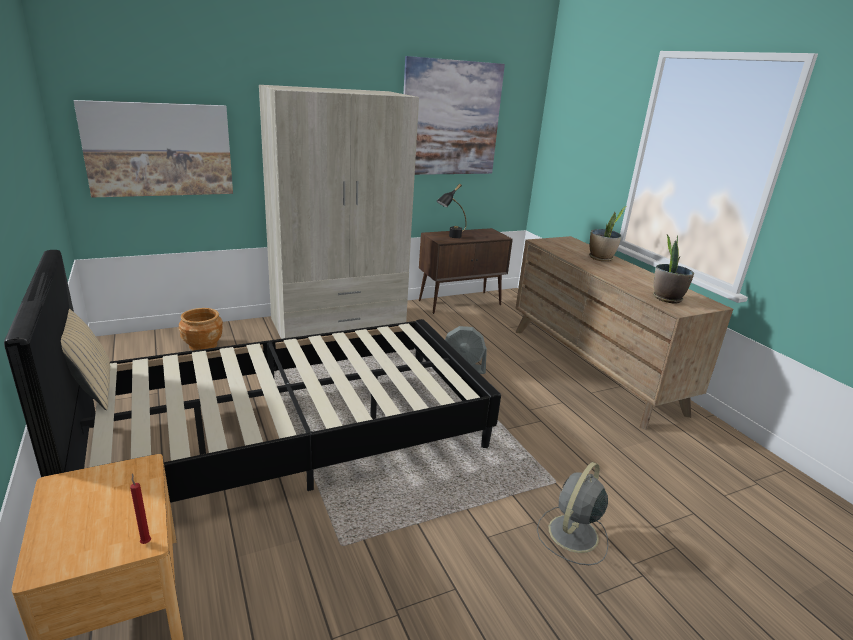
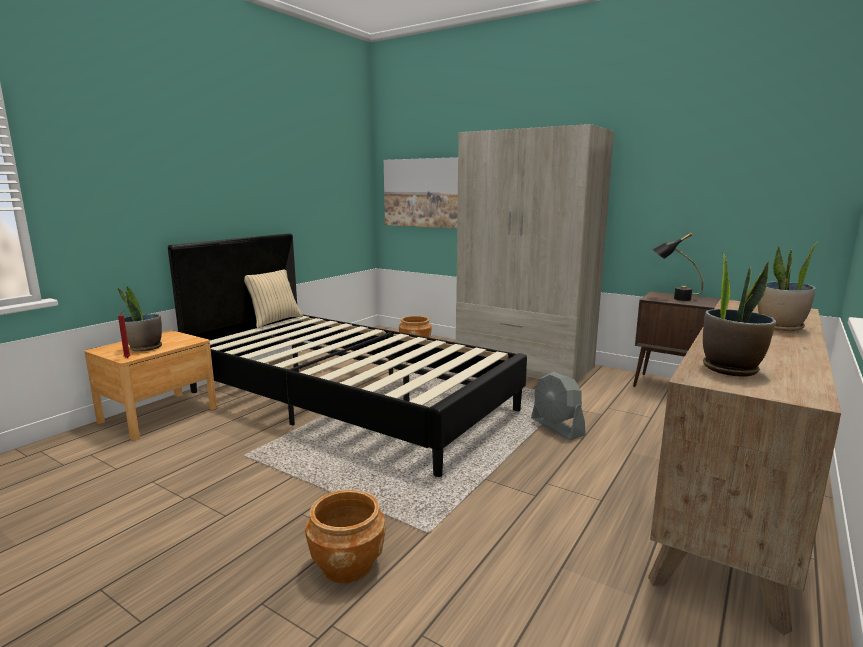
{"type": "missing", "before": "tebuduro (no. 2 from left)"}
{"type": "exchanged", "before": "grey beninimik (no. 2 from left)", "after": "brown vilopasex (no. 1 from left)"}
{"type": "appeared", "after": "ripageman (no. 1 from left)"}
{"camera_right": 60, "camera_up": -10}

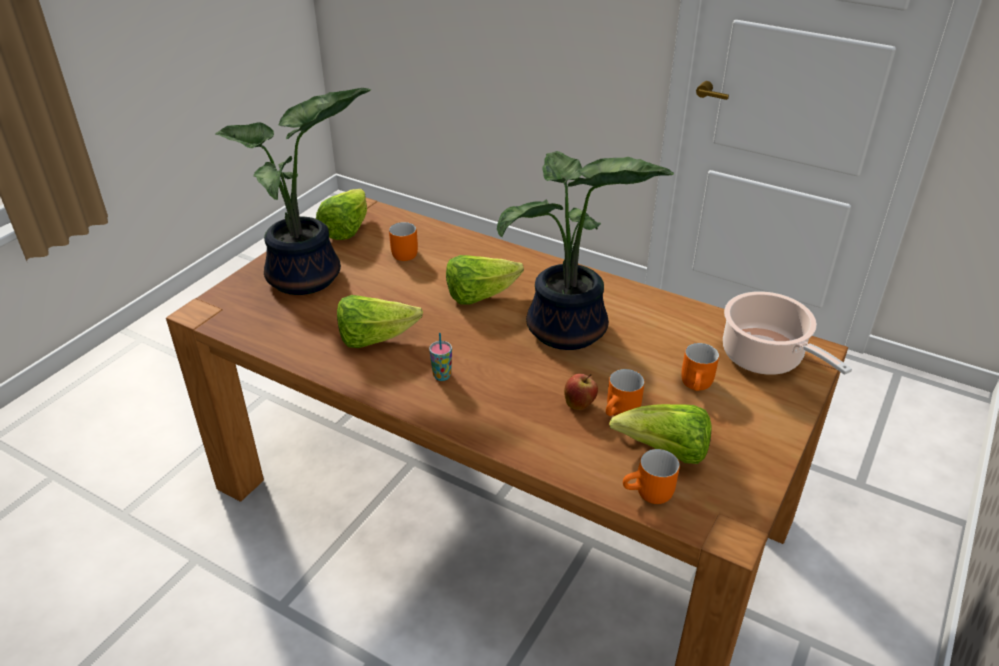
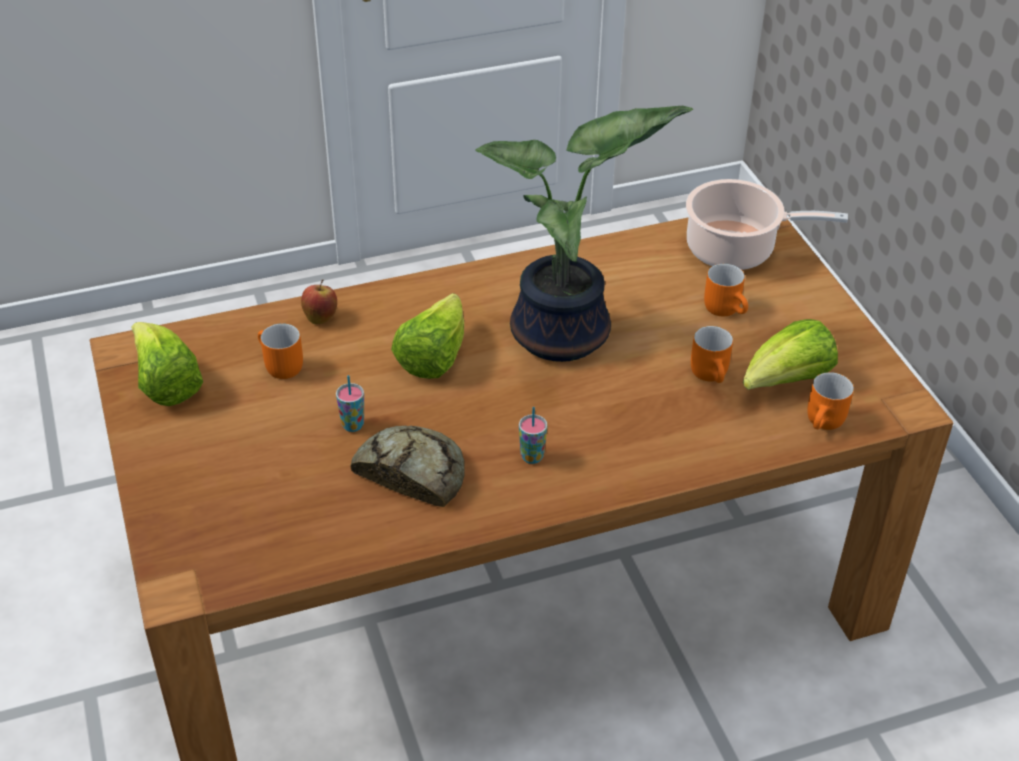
{"type": "missing", "before": "ripageman (no. 1 from left)"}
{"type": "exchanged", "before": "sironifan (no. 2 from left)", "after": "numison"}
{"type": "relocated", "before": "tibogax"}
{"type": "appeared", "after": "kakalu (no. 1 from left)"}
{"camera_right": -50, "camera_up": 5}

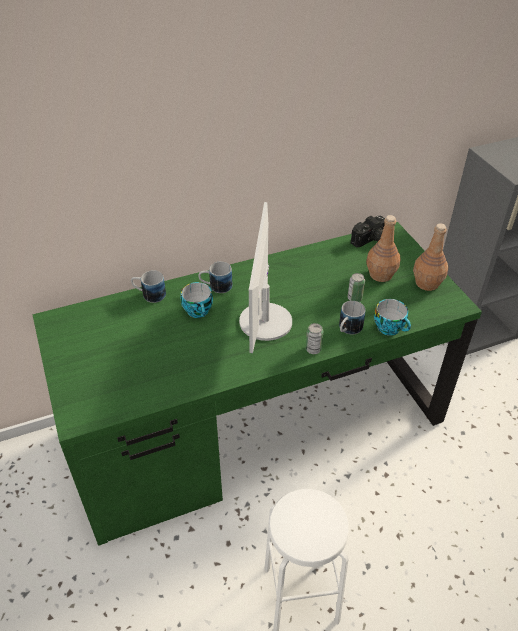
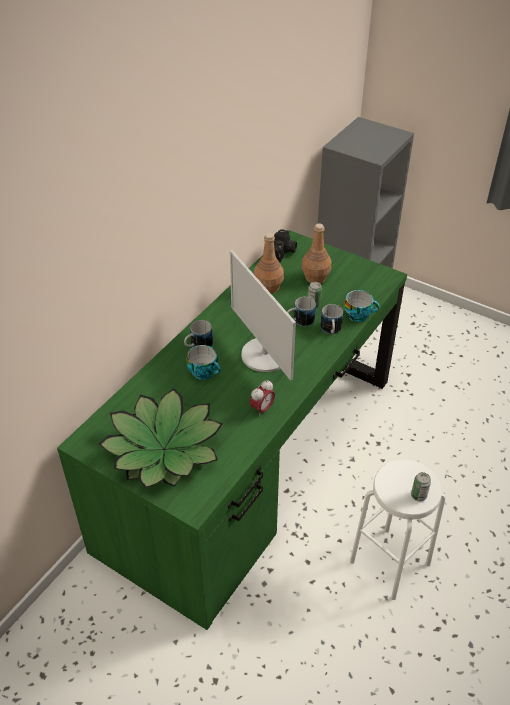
{"type": "relocated", "before": "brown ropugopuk (no. 2 from left in the first image)", "after": "brown ropugopuk (no. 1 from left)"}
{"type": "relocated", "before": "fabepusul (no. 1 from left in the first image)", "after": "fabepusul (no. 2 from left)"}
{"type": "relocated", "before": "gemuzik (no. 1 from left in the first image)", "after": "gemuzik (no. 2 from left)"}
{"type": "appeared", "after": "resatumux"}
{"type": "appeared", "after": "ripageman"}
{"camera_right": -35, "camera_up": 0}

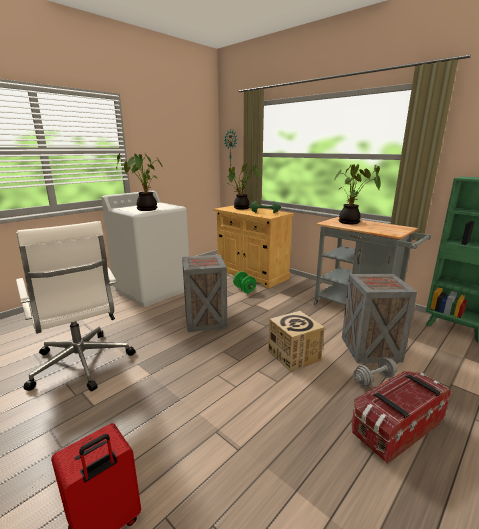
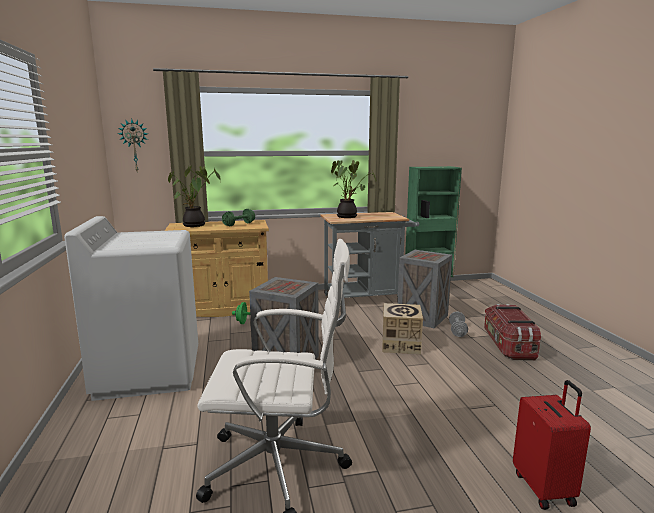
{"type": "missing", "before": "ripageman (no. 1 from left)"}
{"camera_right": -55, "camera_up": -5}

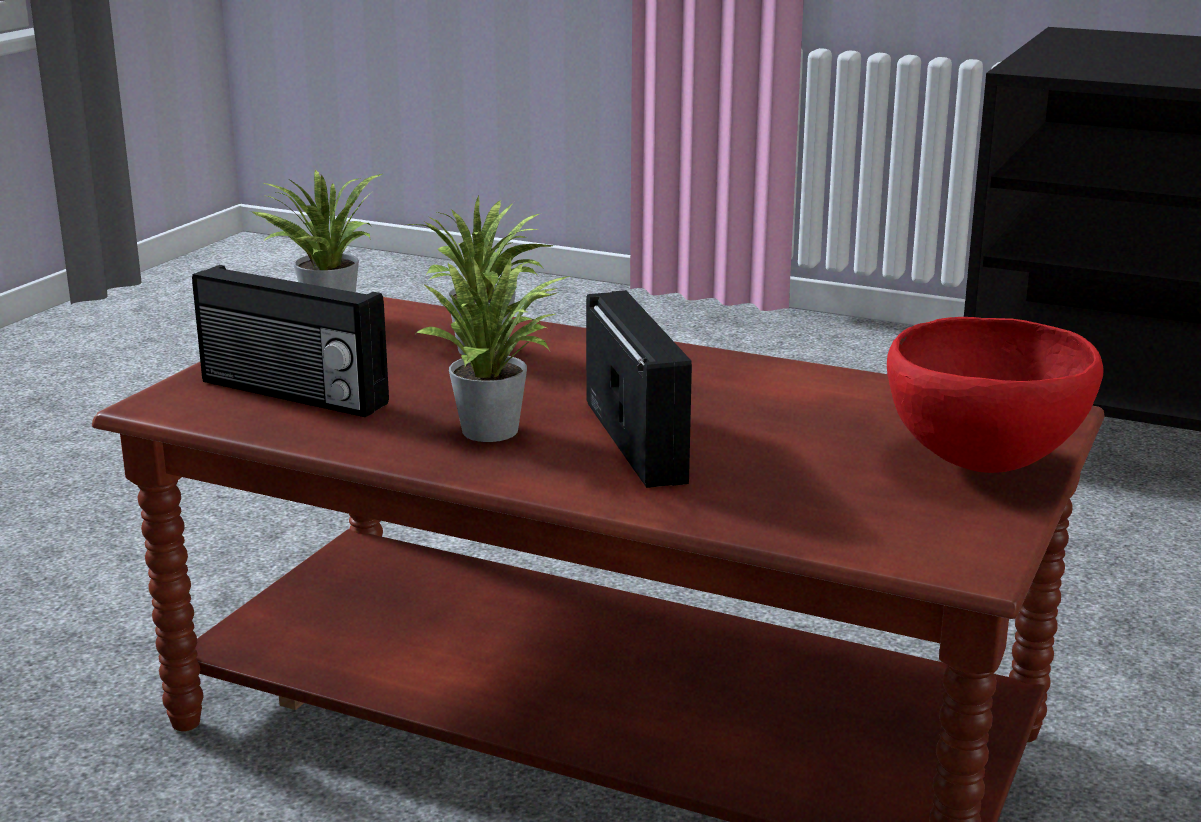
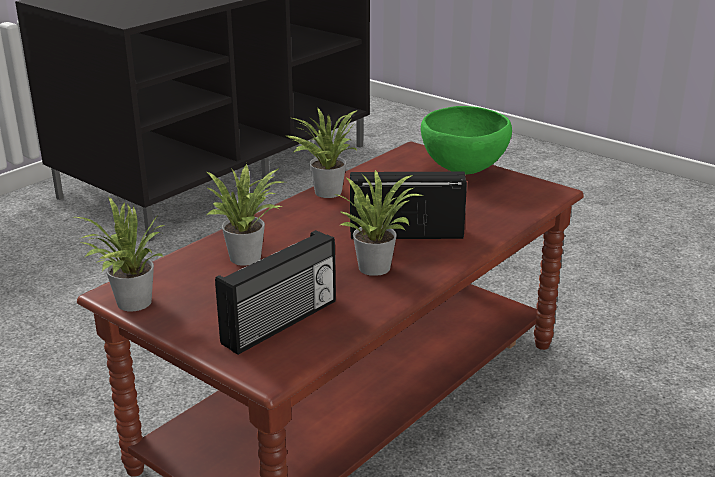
{"type": "colour", "before": "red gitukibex", "after": "green gitukibex"}
{"type": "appeared", "after": "ripageman (no. 3 from left)"}
{"camera_right": -75, "camera_up": 5}

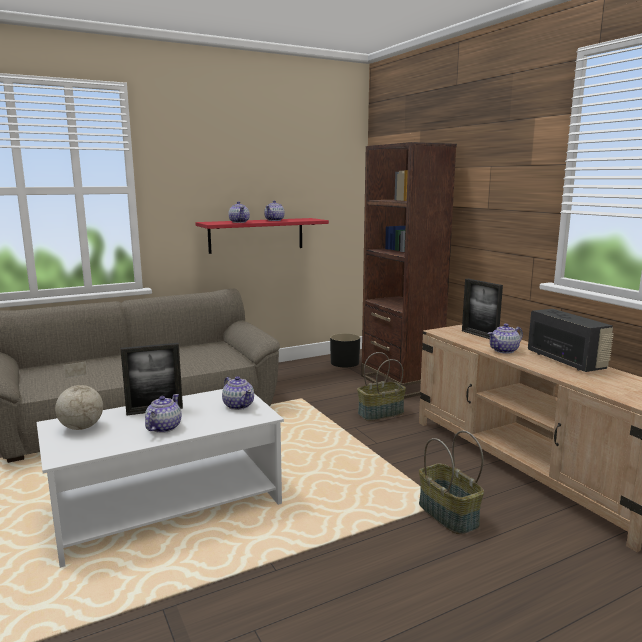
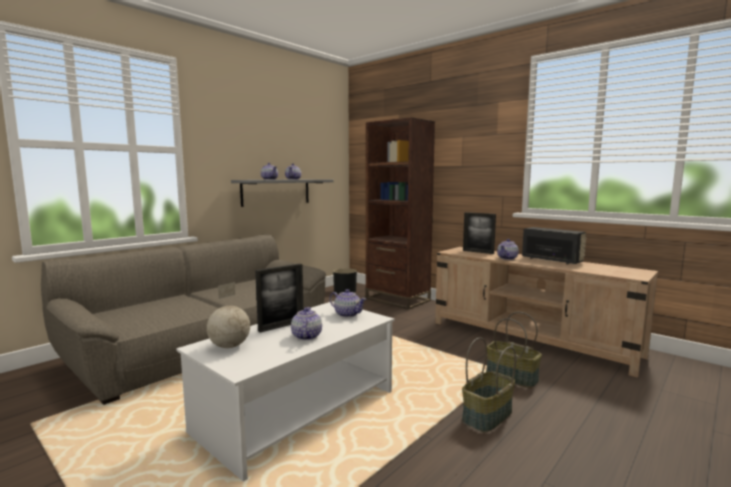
{"type": "colour", "before": "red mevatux", "after": "grey mevatux"}
{"type": "relocated", "before": "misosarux (no. 1 from left)"}
{"camera_right": -20, "camera_up": -5}

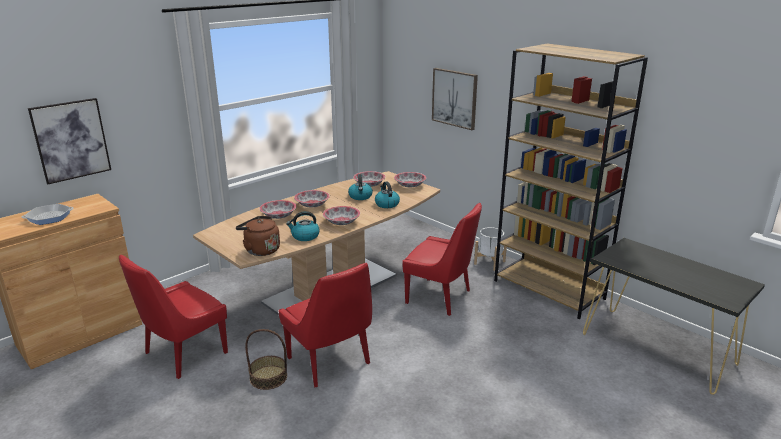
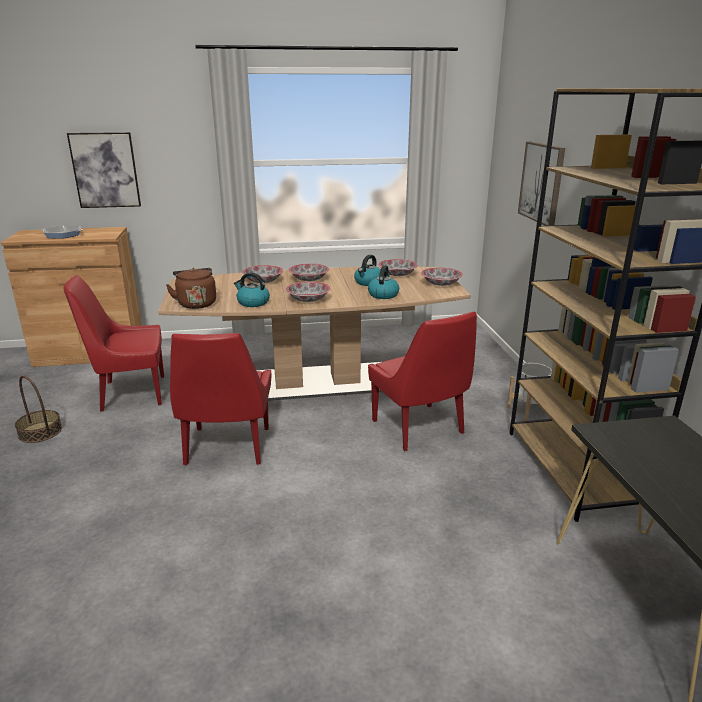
{"type": "relocated", "before": "misosarux"}
{"camera_right": 35, "camera_up": 0}

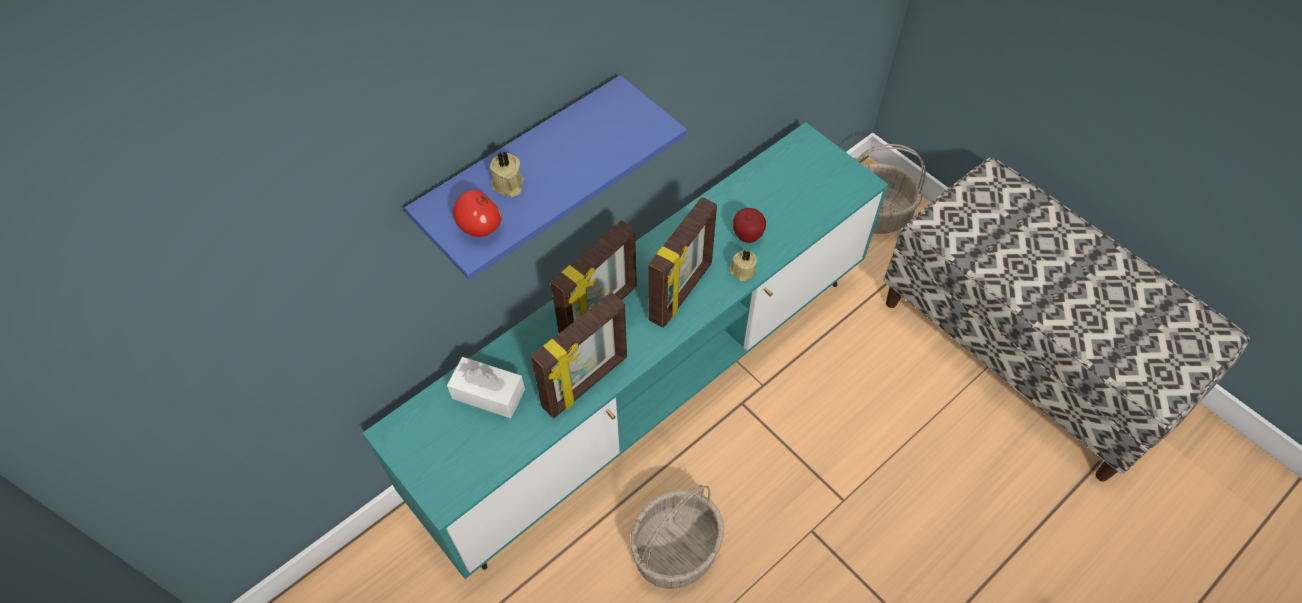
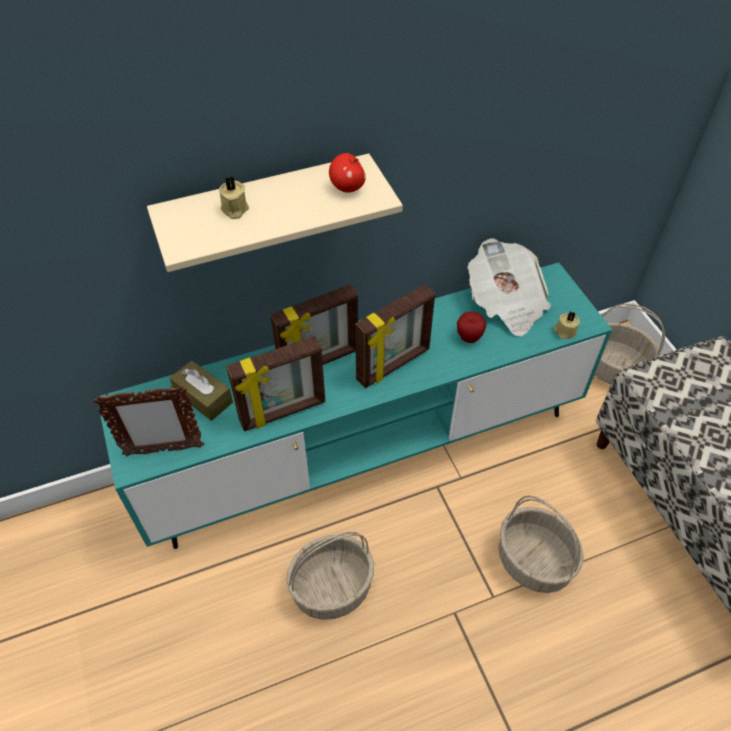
{"type": "colour", "before": "blue mevatux", "after": "beige mevatux"}
{"type": "relocated", "before": "tibogax (no. 1 from left)"}
{"type": "relocated", "before": "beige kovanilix (no. 2 from left)"}
{"type": "colour", "before": "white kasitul", "after": "brown kasitul"}
{"type": "appeared", "after": "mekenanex"}
{"type": "appeared", "after": "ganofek (no. 1 from left)"}
{"type": "appeared", "after": "misosarux (no. 2 from left)"}
{"camera_right": 20, "camera_up": -5}

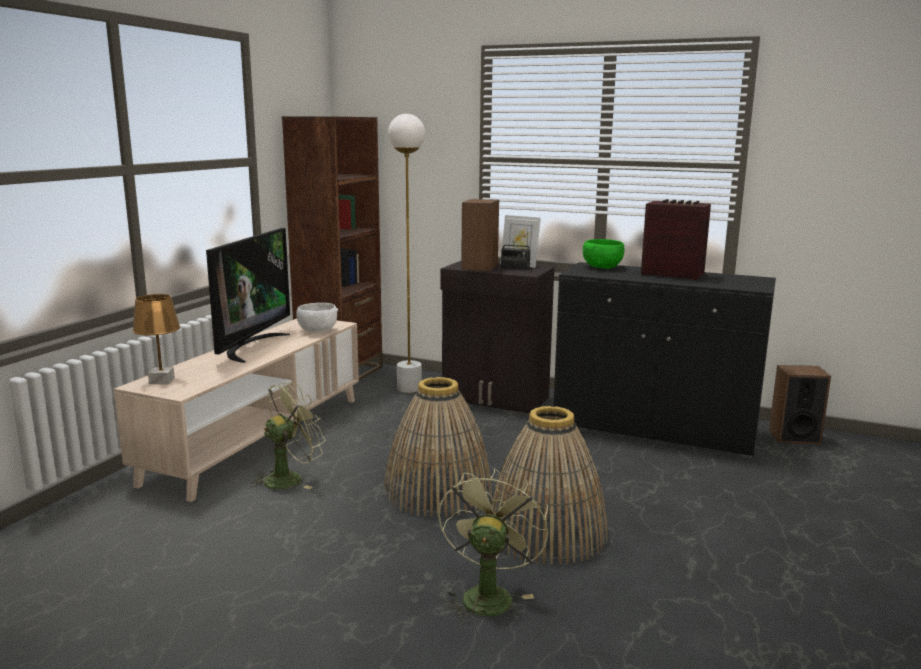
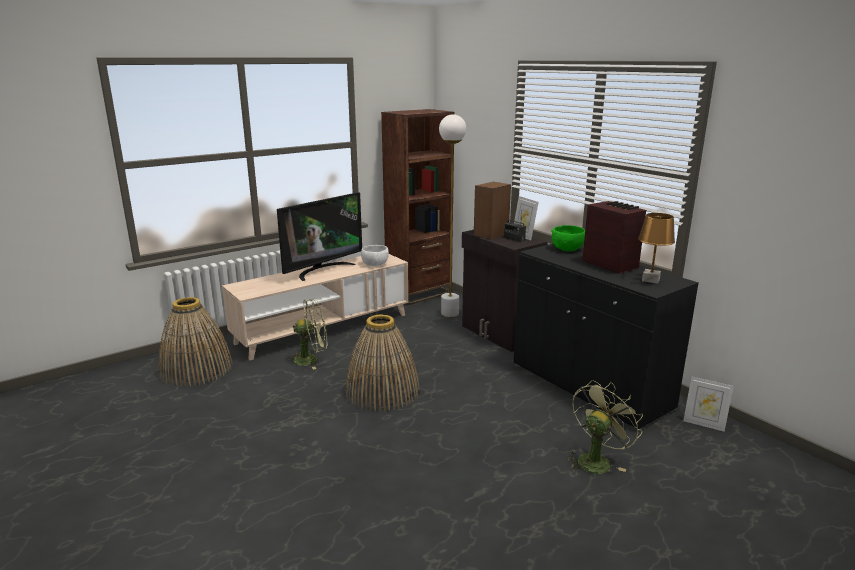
{"type": "relocated", "before": "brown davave"}
{"type": "exchanged", "before": "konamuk (no. 2 from left)", "after": "ganofek (no. 2 from left)"}
{"type": "relocated", "before": "misosarux (no. 2 from left in the first image)", "after": "misosarux (no. 1 from left)"}
{"type": "relocated", "before": "green beninimik (no. 2 from left)"}
{"camera_right": 30, "camera_up": 5}

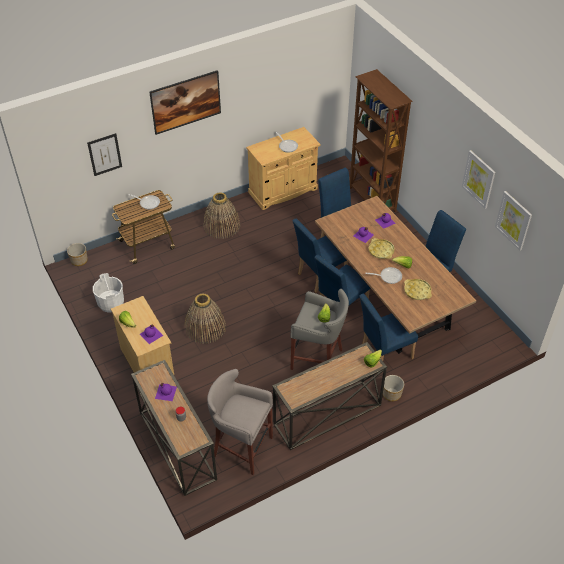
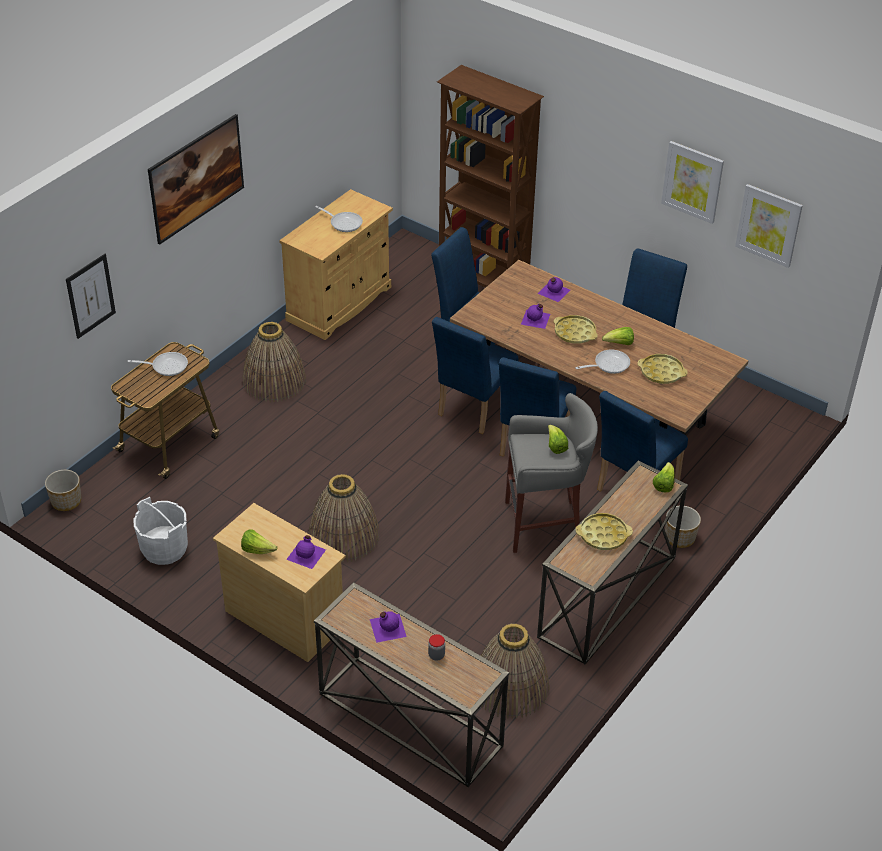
{"type": "exchanged", "before": "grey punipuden (no. 1 from left)", "after": "misosarux (no. 3 from left)"}
{"type": "appeared", "after": "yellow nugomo (no. 2 from left)"}
{"camera_right": -25, "camera_up": -5}

